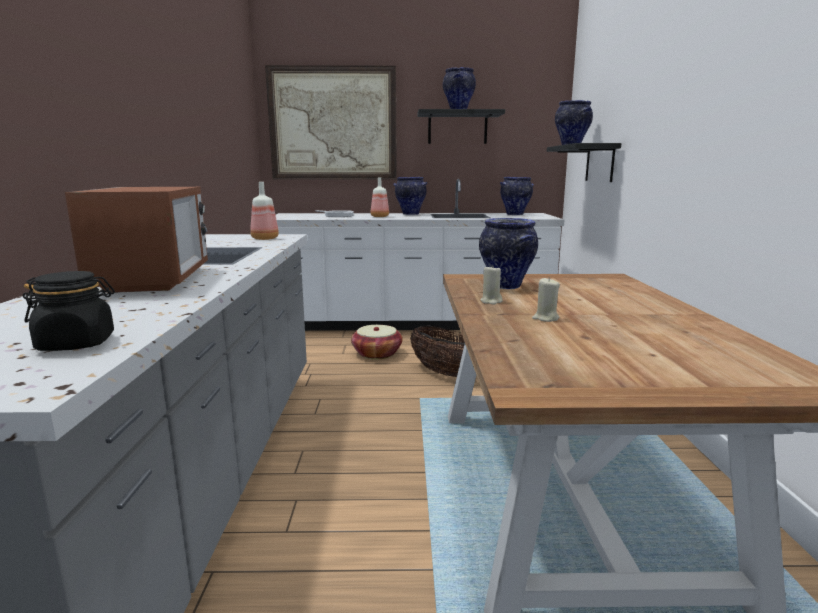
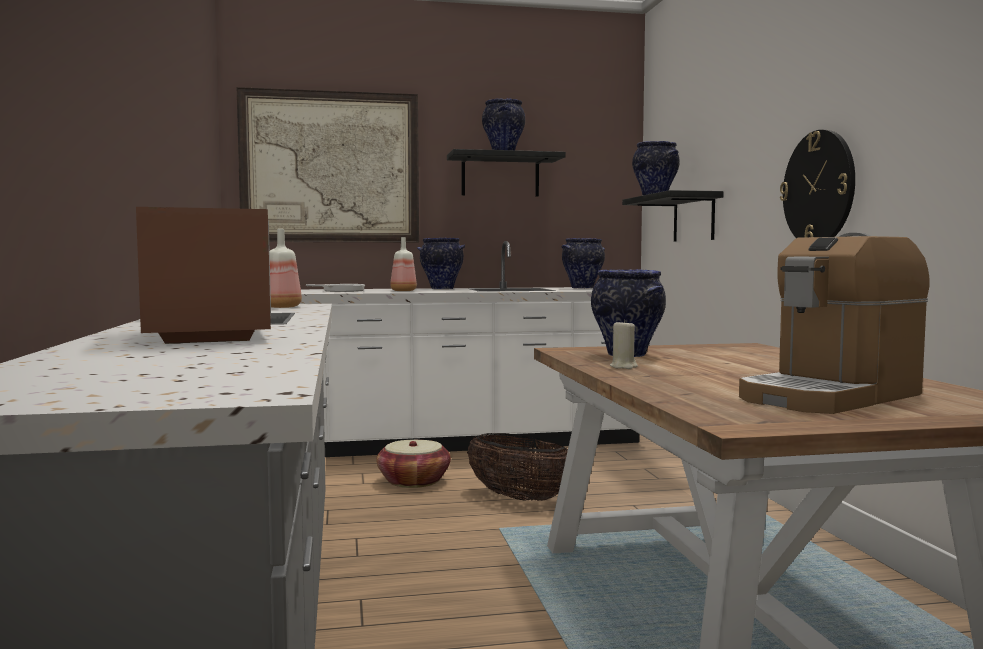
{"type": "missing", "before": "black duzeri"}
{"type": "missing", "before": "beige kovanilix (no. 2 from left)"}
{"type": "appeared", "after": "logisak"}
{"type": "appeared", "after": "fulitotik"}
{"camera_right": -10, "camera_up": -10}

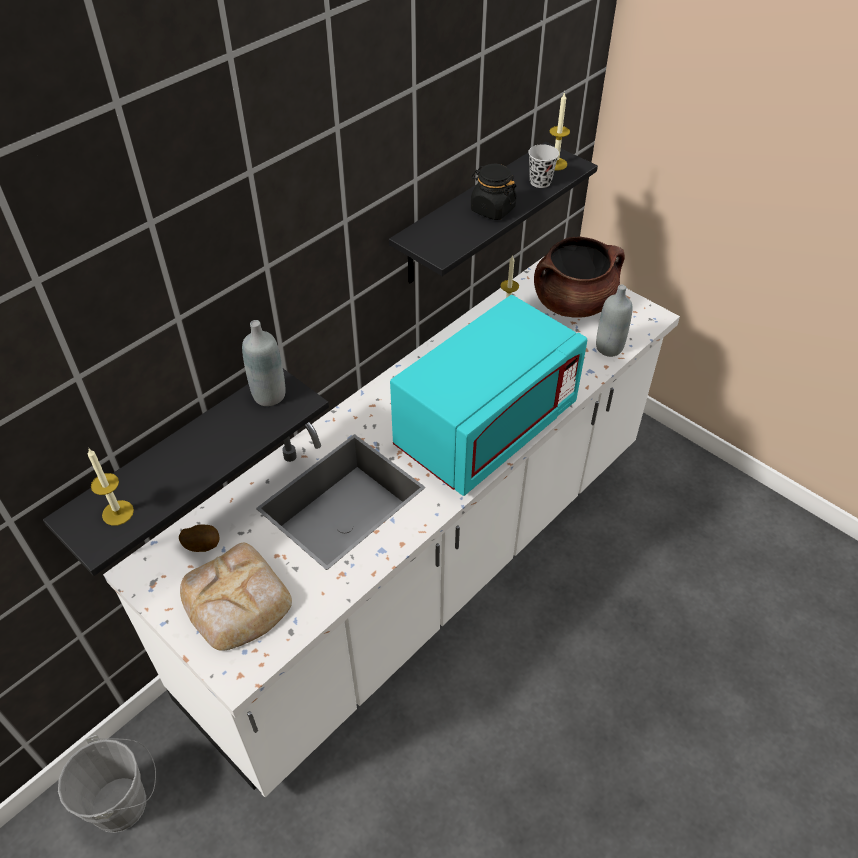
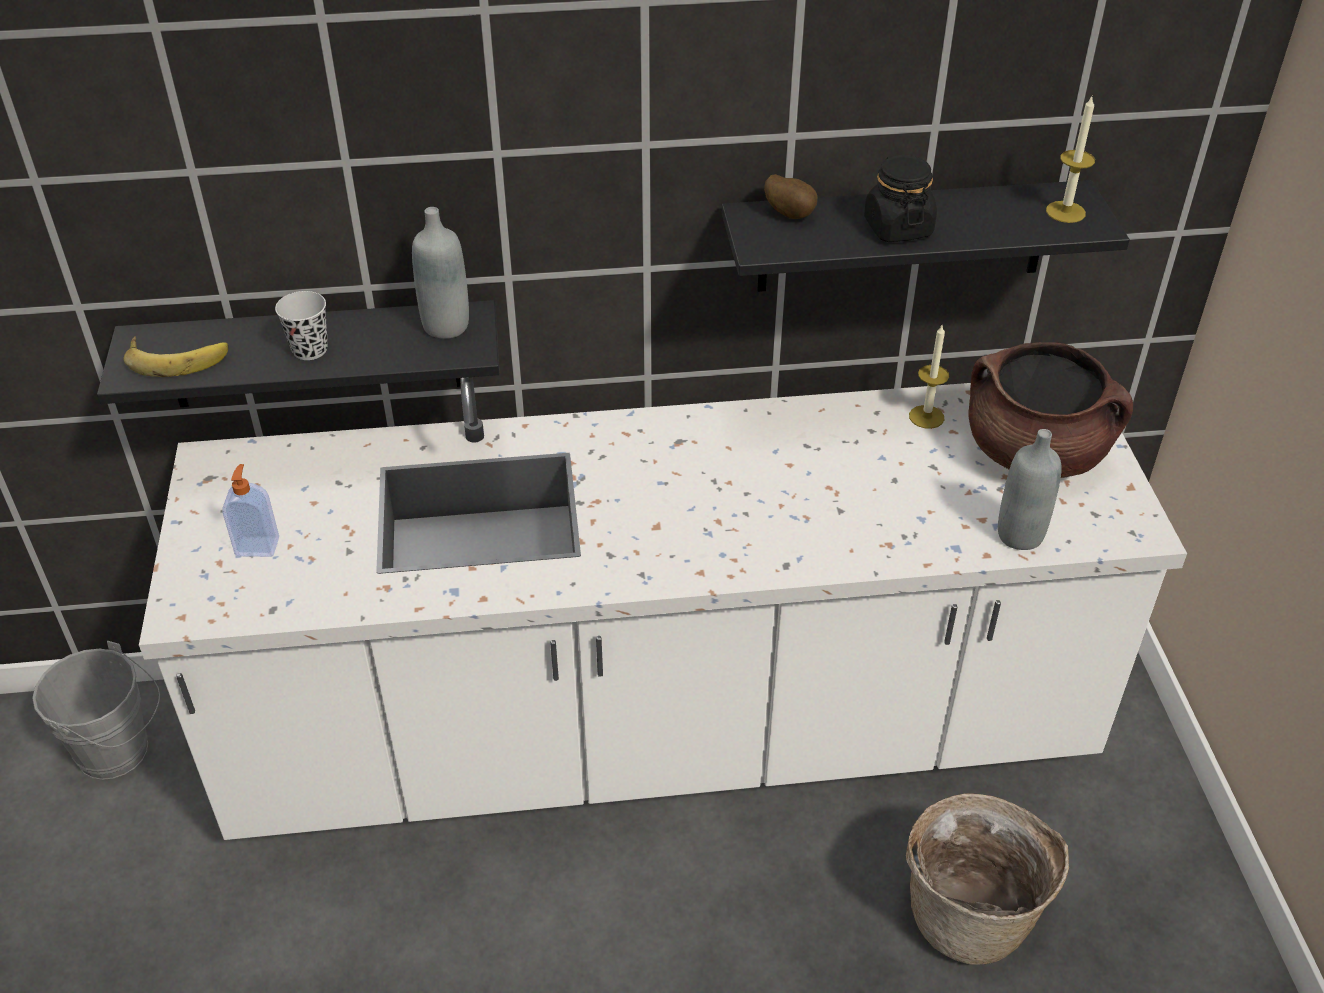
{"type": "relocated", "before": "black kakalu"}
{"type": "missing", "before": "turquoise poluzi"}
{"type": "exchanged", "before": "kovanilix (no. 1 from left)", "after": "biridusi"}
{"type": "relocated", "before": "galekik"}
{"type": "exchanged", "before": "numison", "after": "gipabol"}
{"type": "appeared", "after": "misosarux"}
{"camera_right": 40, "camera_up": -5}

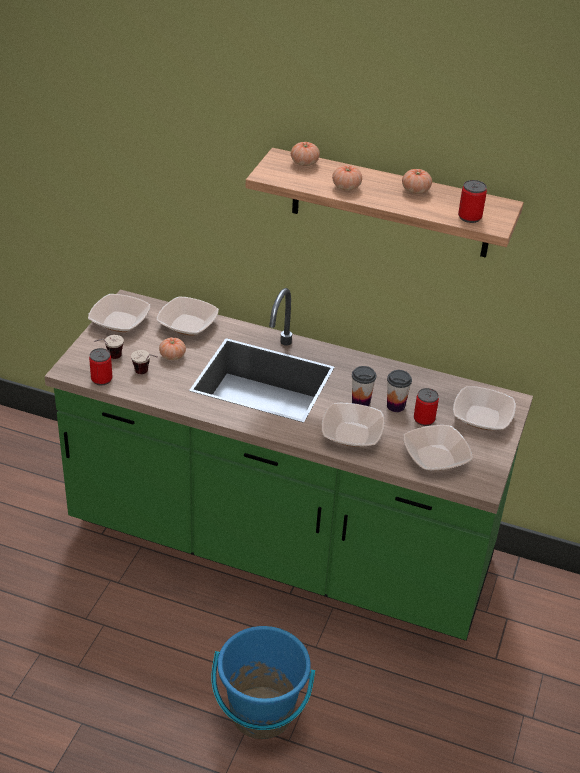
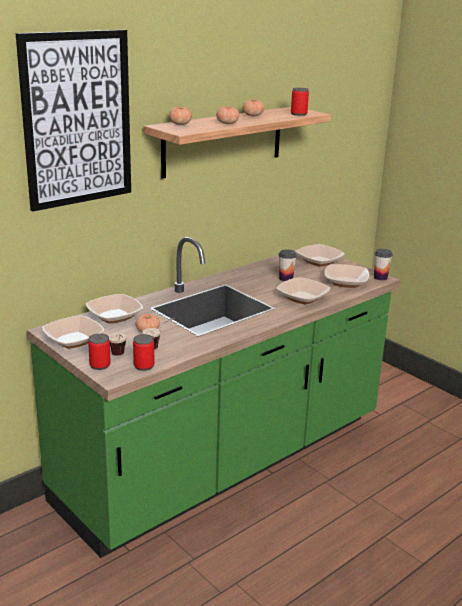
{"type": "relocated", "before": "kakalu (no. 3 from left in the first image)", "after": "kakalu (no. 4 from left)"}
{"type": "relocated", "before": "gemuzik (no. 2 from left in the first image)", "after": "gemuzik (no. 1 from left)"}
{"type": "missing", "before": "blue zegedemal"}
{"type": "appeared", "after": "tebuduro"}
{"camera_right": -60, "camera_up": -15}

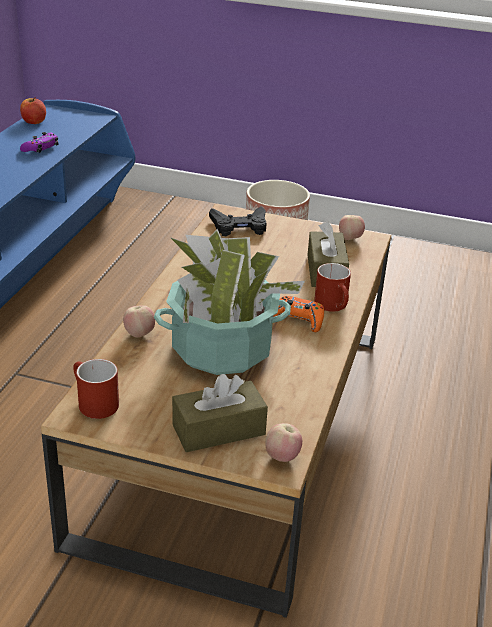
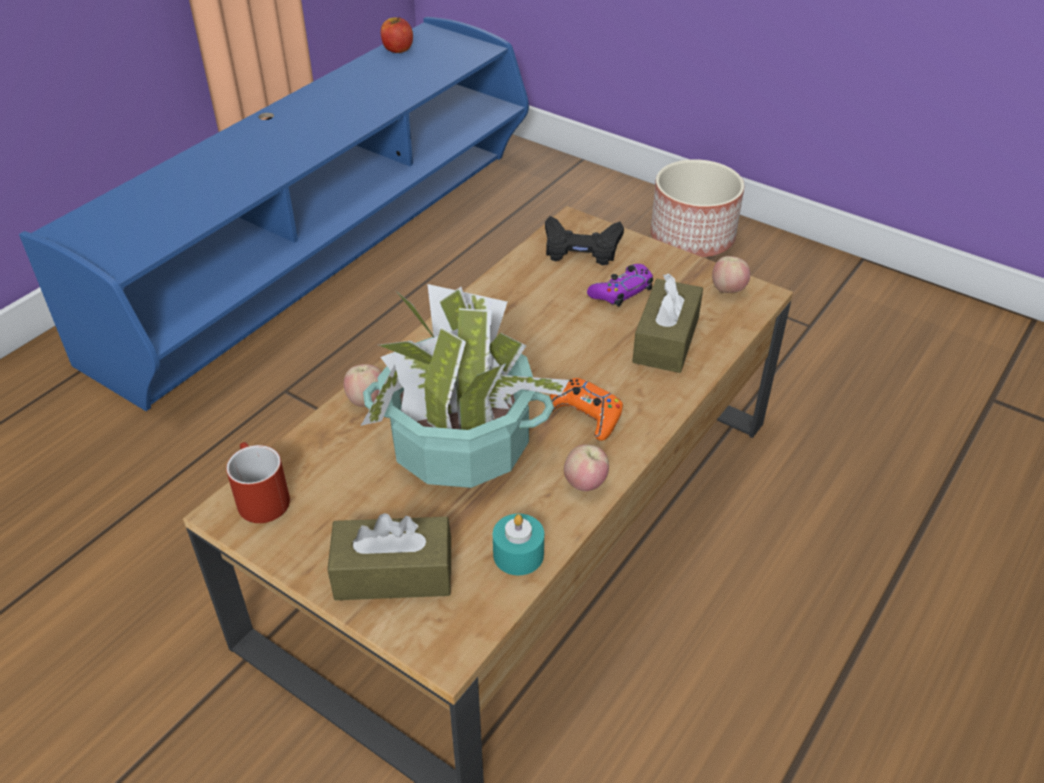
{"type": "relocated", "before": "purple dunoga"}
{"type": "missing", "before": "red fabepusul (no. 2 from left)"}
{"type": "relocated", "before": "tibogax (no. 3 from left)"}
{"type": "appeared", "after": "turquoise kovanilix"}
{"camera_right": 20, "camera_up": 10}

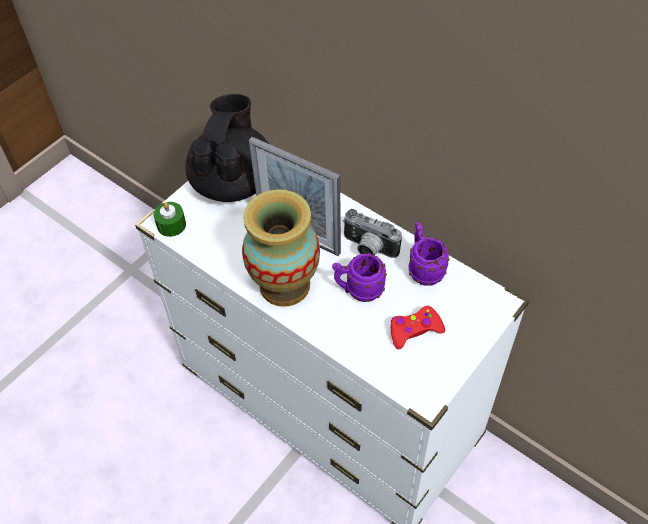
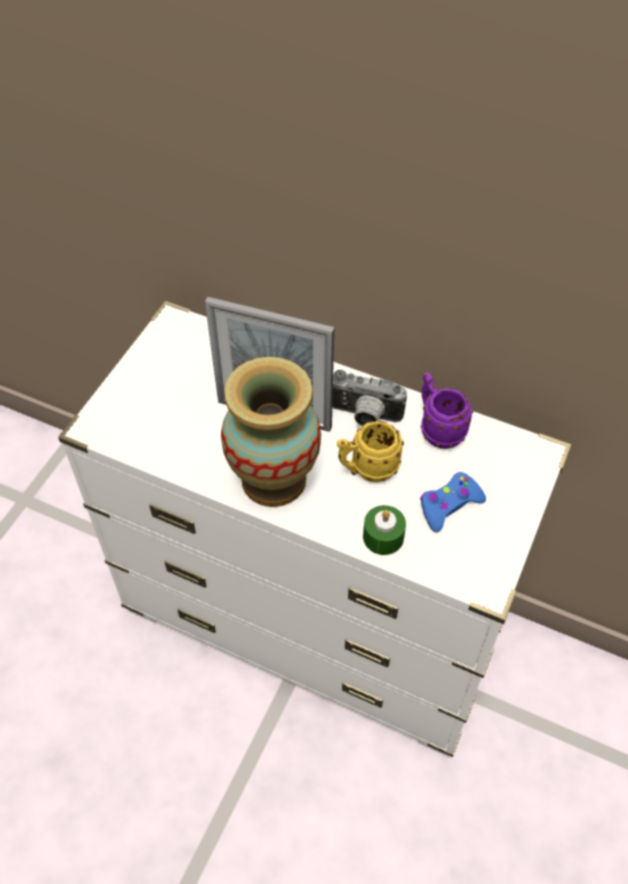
{"type": "missing", "before": "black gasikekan"}
{"type": "relocated", "before": "green kovanilix"}
{"type": "colour", "before": "purple fabepusul (no. 1 from left)", "after": "yellow fabepusul"}
{"type": "colour", "before": "red dunoga", "after": "blue dunoga"}
{"camera_right": -15, "camera_up": 0}

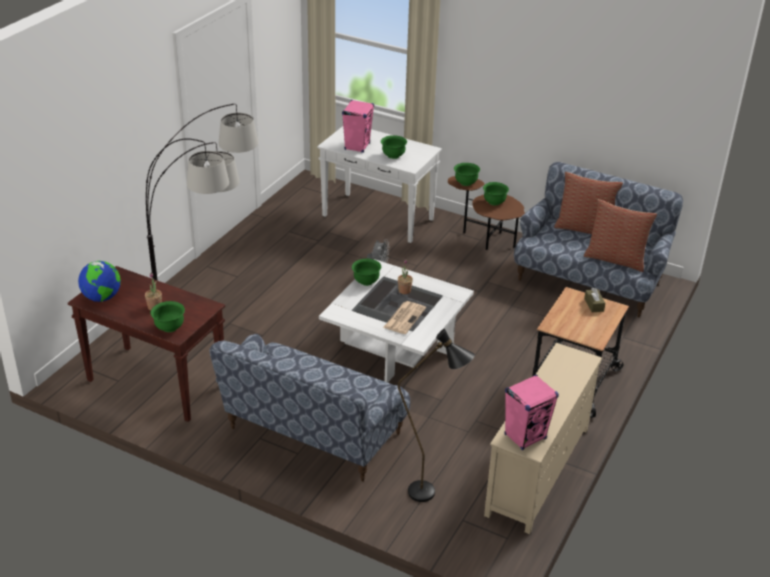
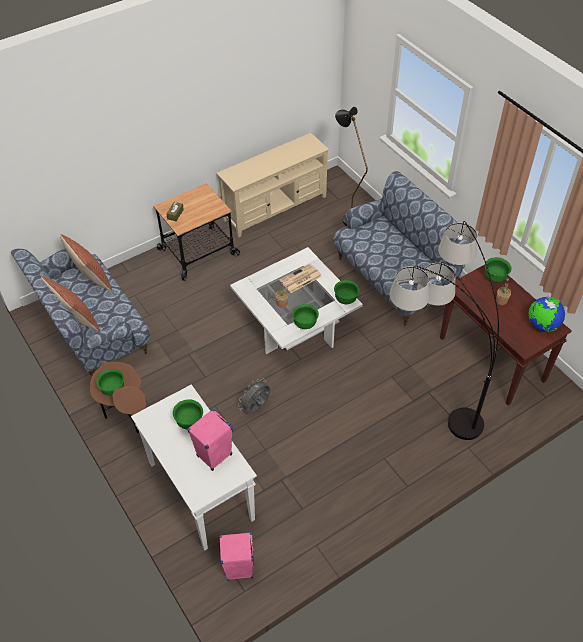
{"type": "relocated", "before": "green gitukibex (no. 4 from left)"}
{"type": "relocated", "before": "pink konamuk (no. 2 from left)"}
{"camera_right": -150, "camera_up": 15}

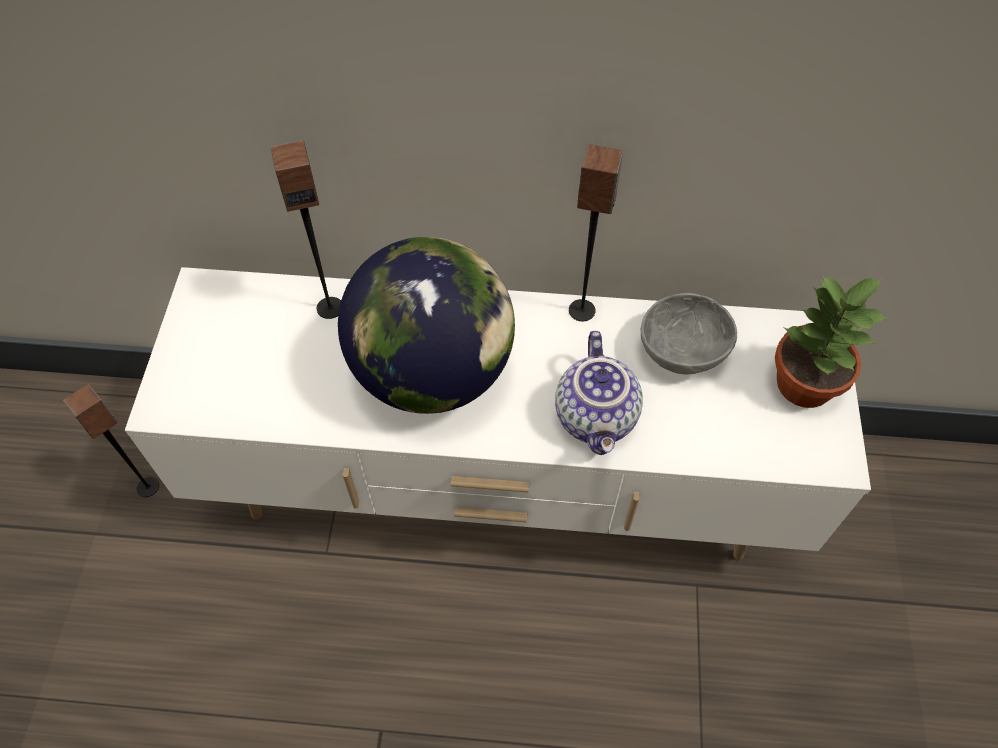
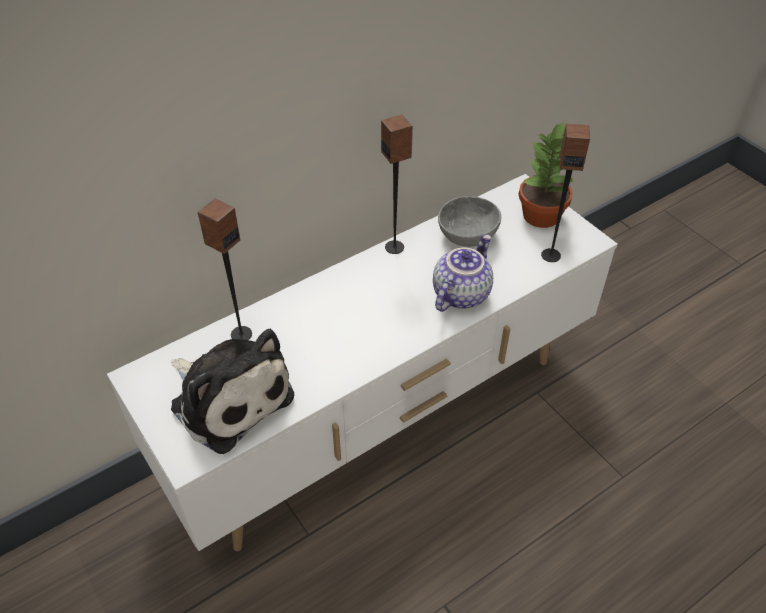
{"type": "missing", "before": "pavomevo"}
{"type": "spun", "before": "gasikekan", "turn": -105}
{"type": "relocated", "before": "konamuk (no. 1 from left in the first image)", "after": "konamuk (no. 3 from left)"}
{"type": "appeared", "after": "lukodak"}
{"camera_right": -40, "camera_up": -10}

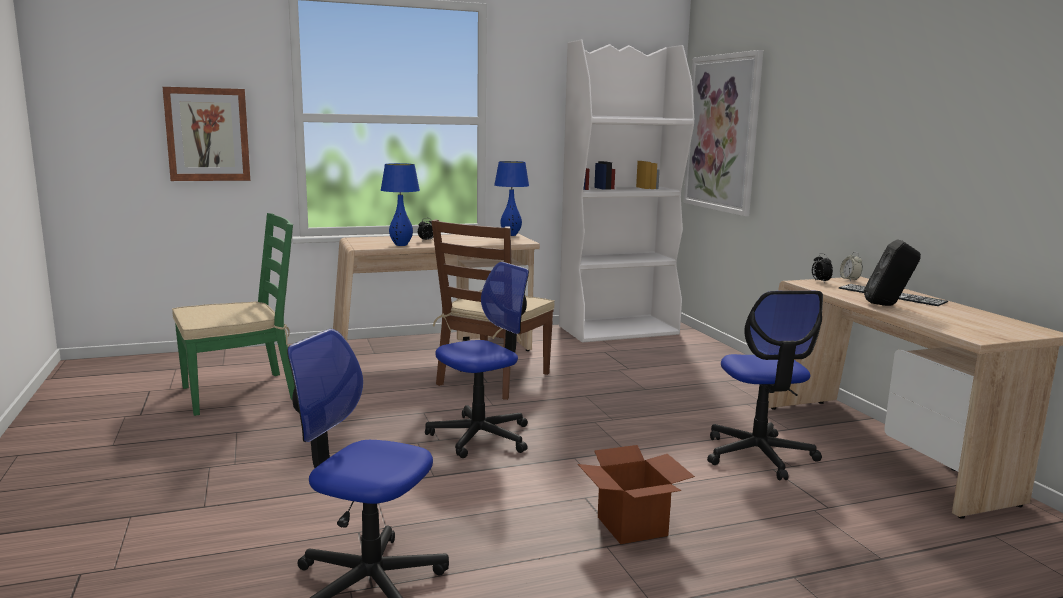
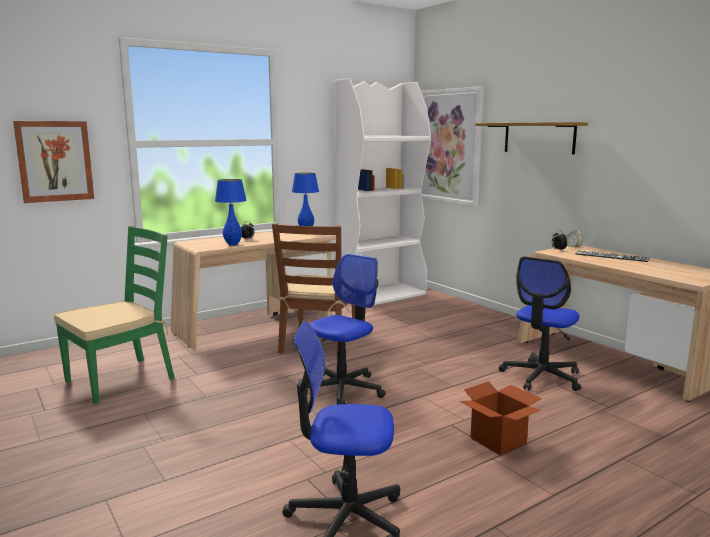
{"type": "missing", "before": "black konamuk"}
{"type": "spun", "before": "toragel (no. 3 from left)", "turn": 60}
{"type": "appeared", "after": "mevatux"}
{"camera_right": -15, "camera_up": 0}

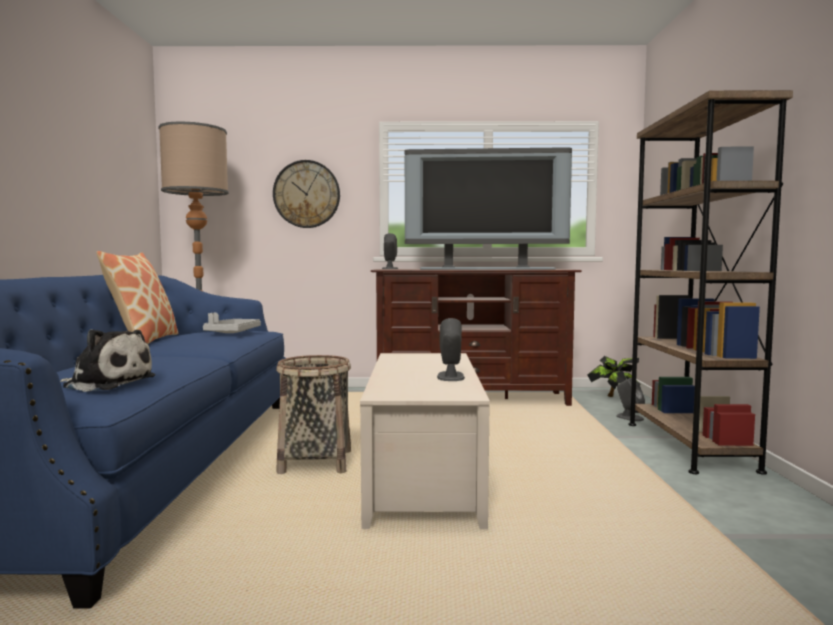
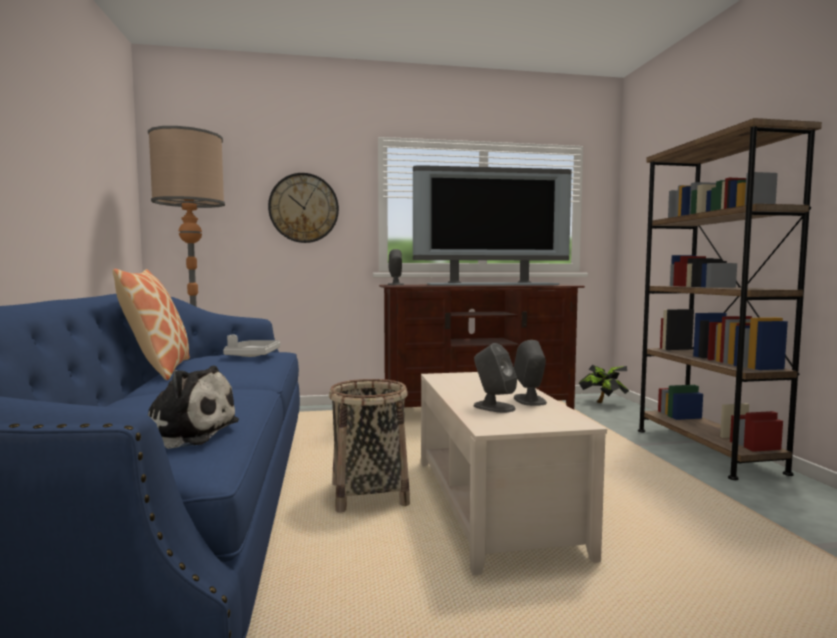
{"type": "relocated", "before": "grey konamuk (no. 3 from left in the first image)", "after": "grey konamuk (no. 2 from left)"}
{"camera_right": -10, "camera_up": 0}

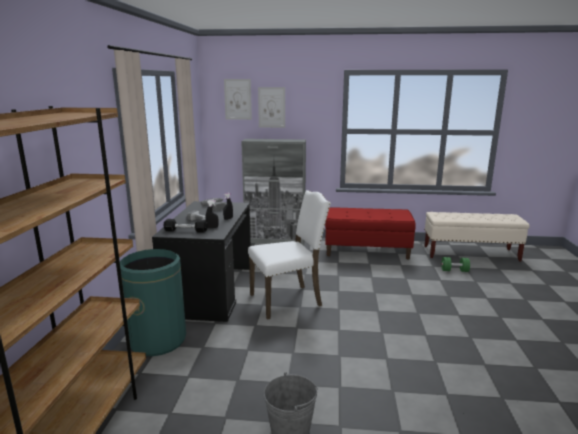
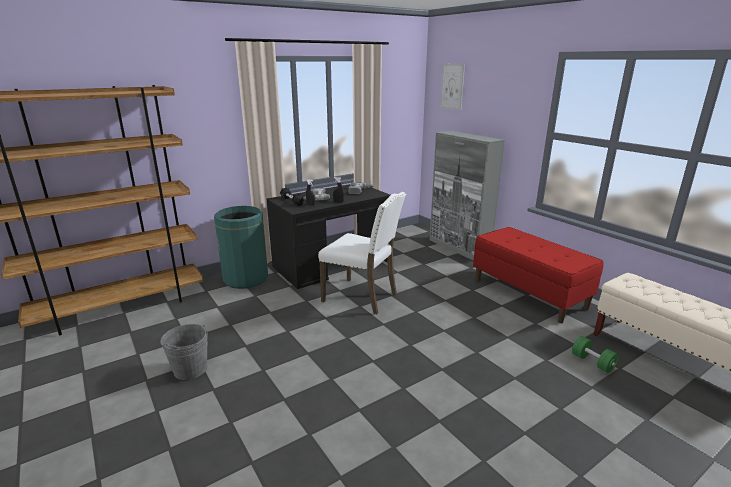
{"type": "missing", "before": "tebuduro (no. 2 from left)"}
{"camera_right": 50, "camera_up": 5}

